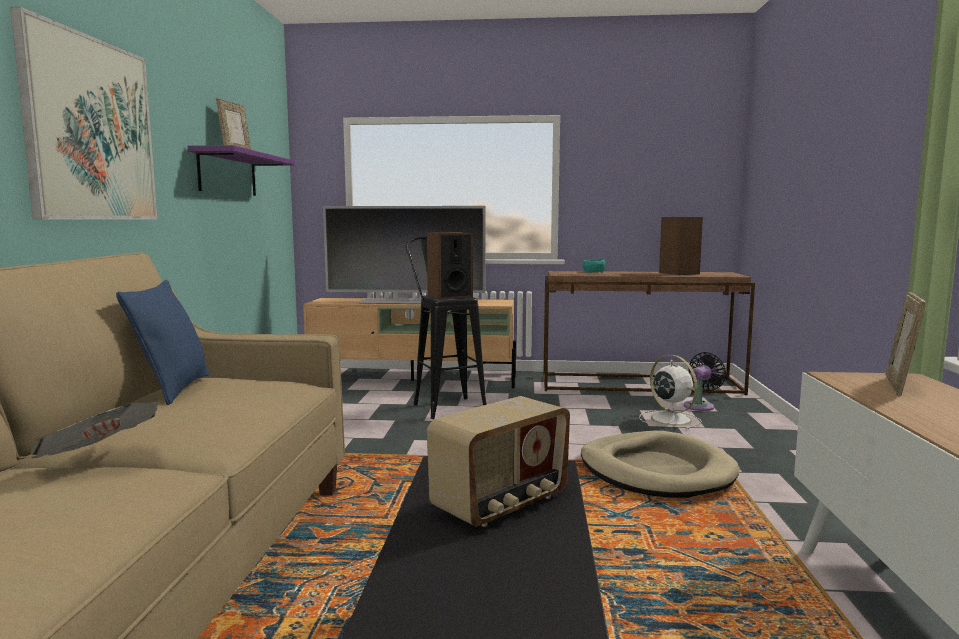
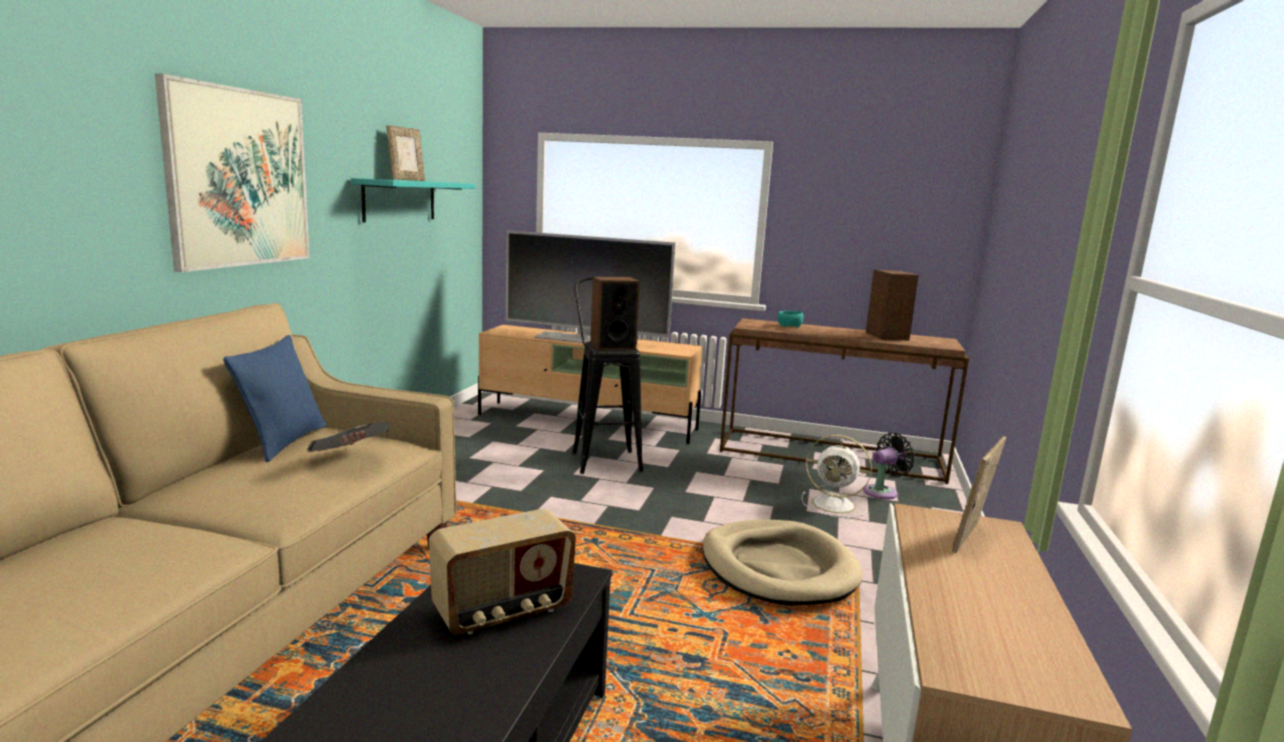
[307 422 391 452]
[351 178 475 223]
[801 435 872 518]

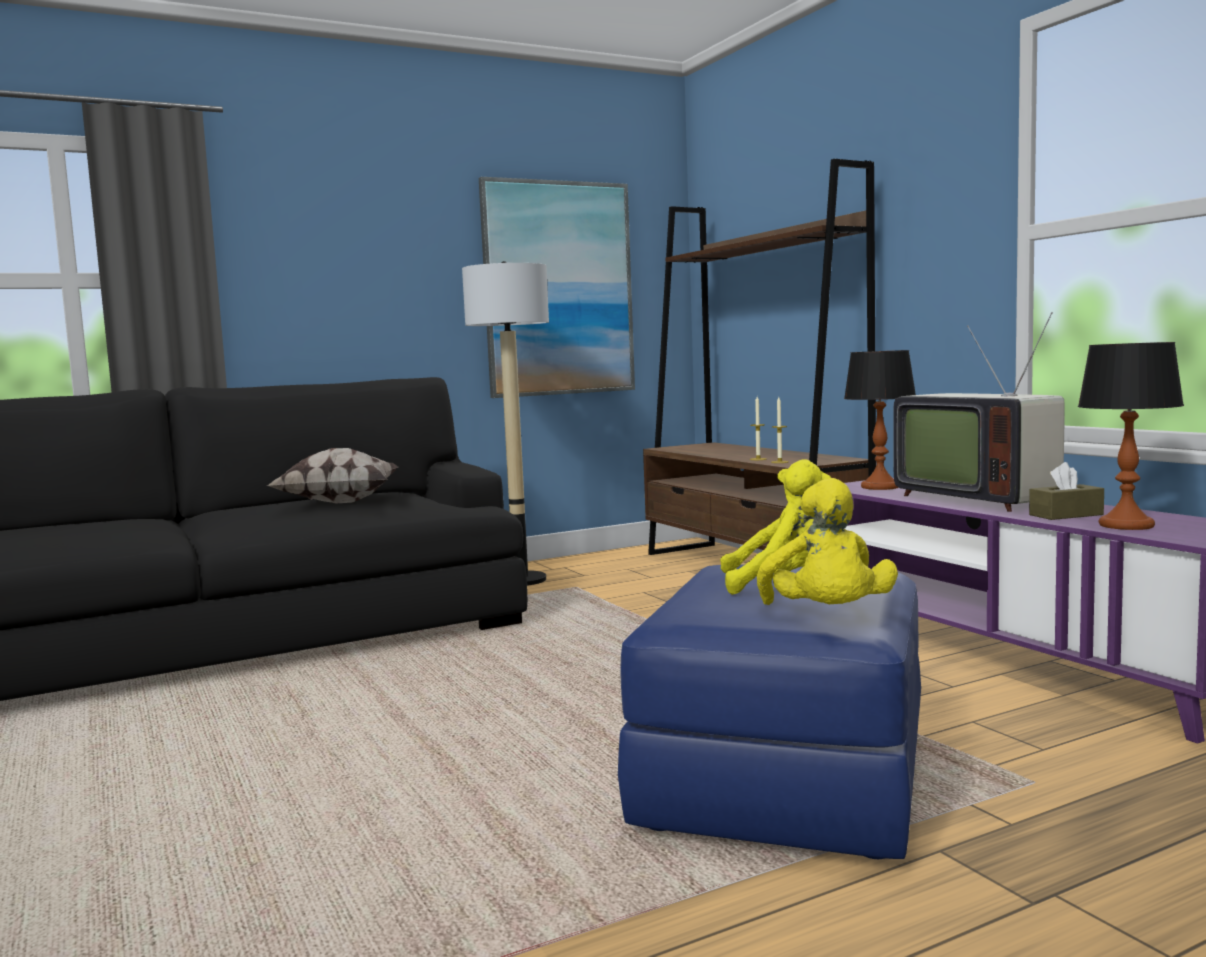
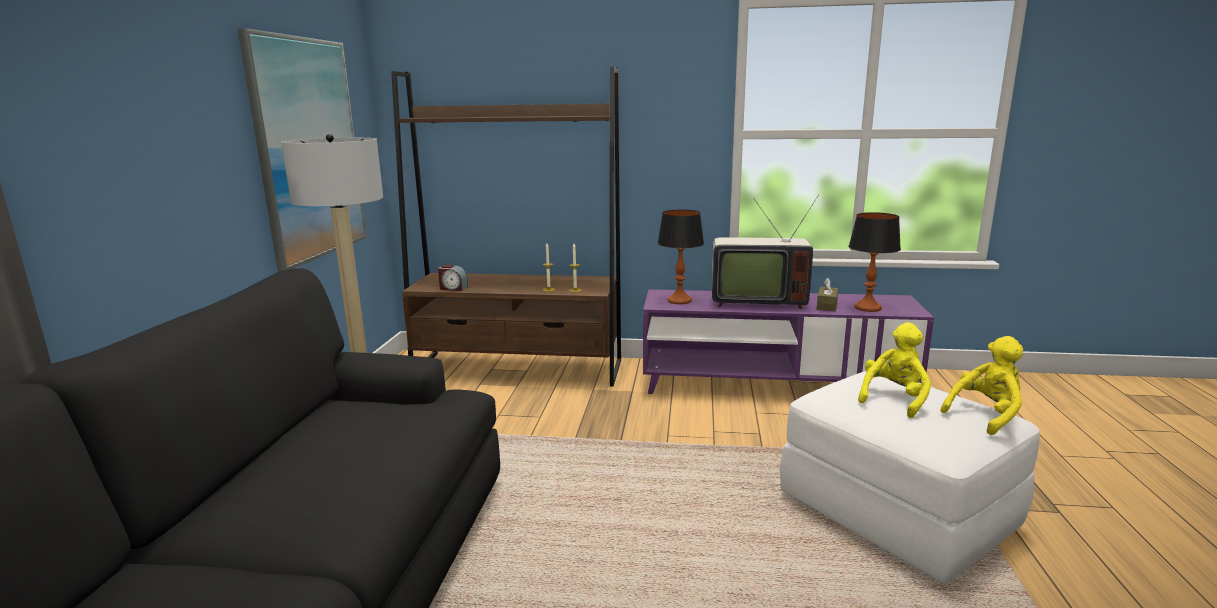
[267 448 398 503] (first image)
[438 265 468 291]
[780 371 1040 584]
[940 336 1023 435]

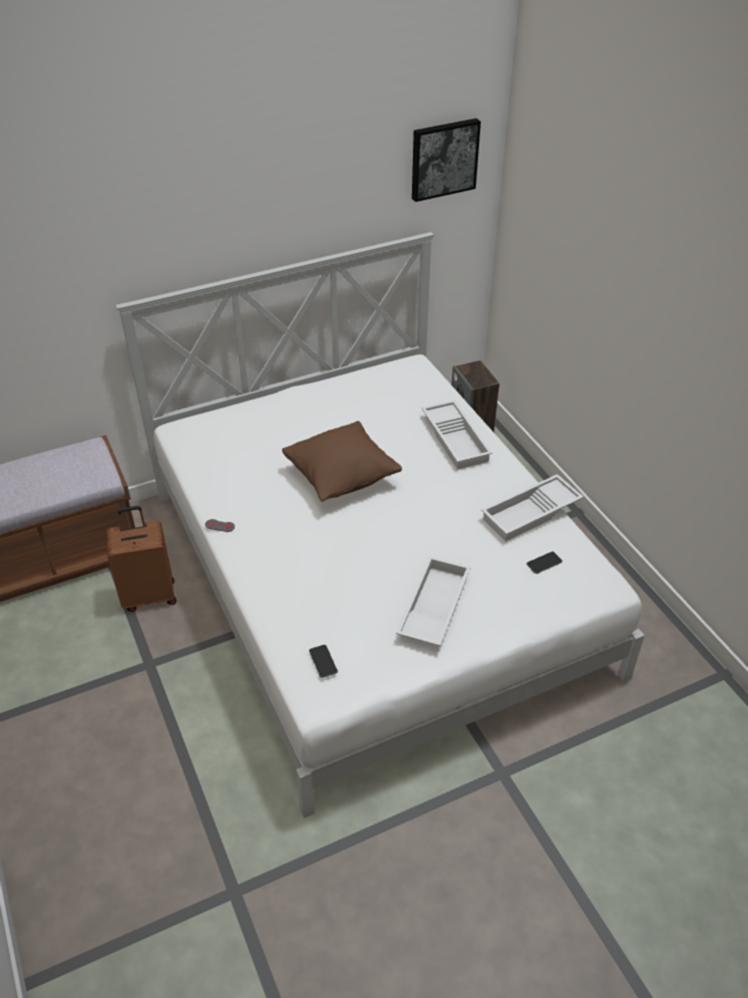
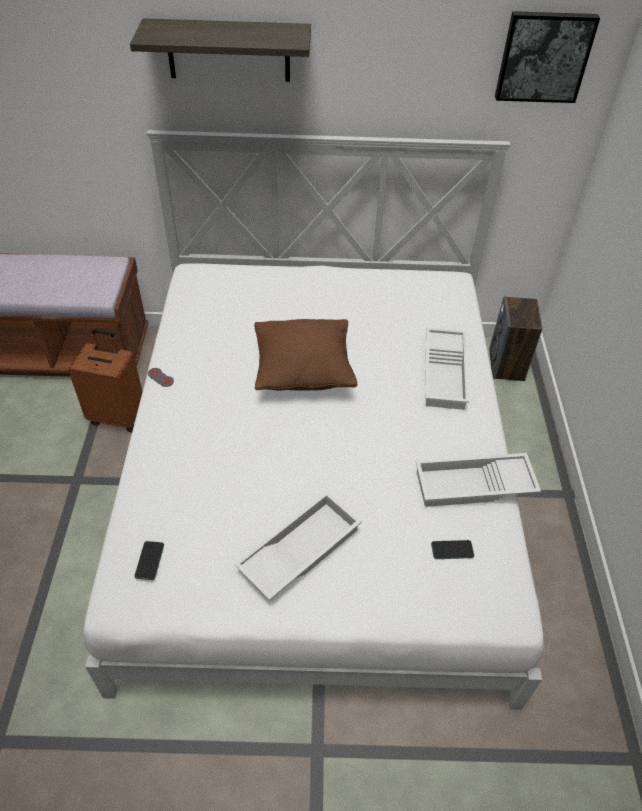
[130 18 311 82]

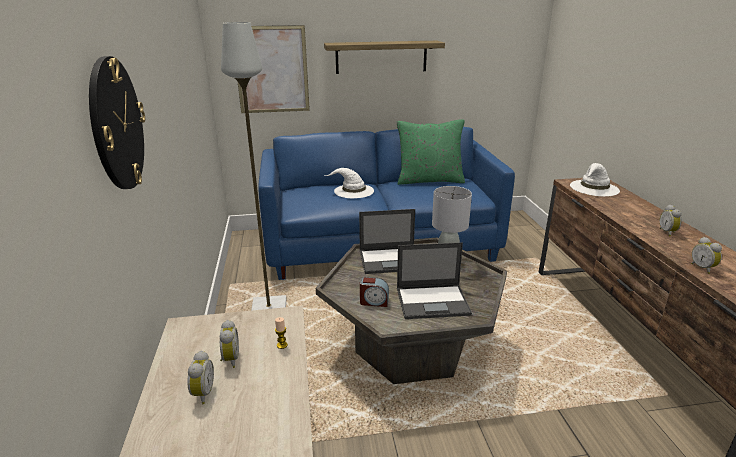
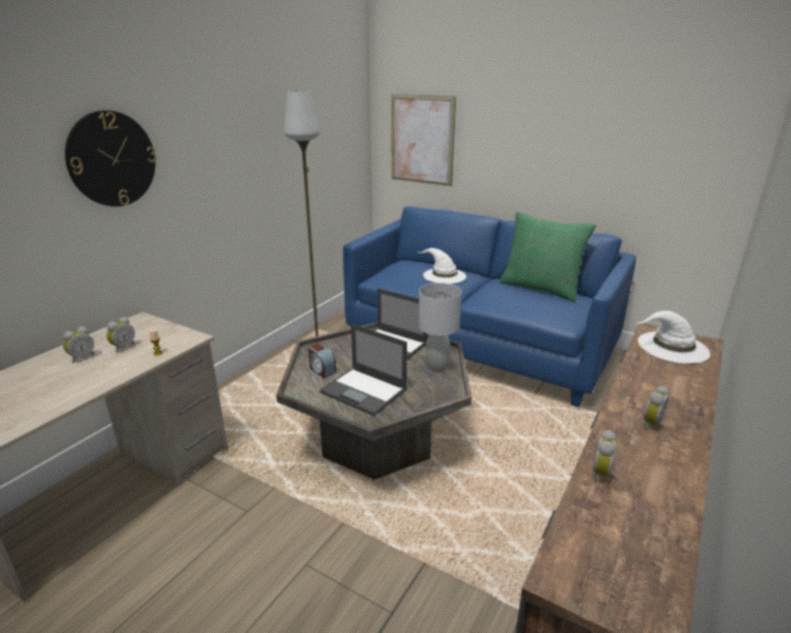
[324 41 445 74] (first image)

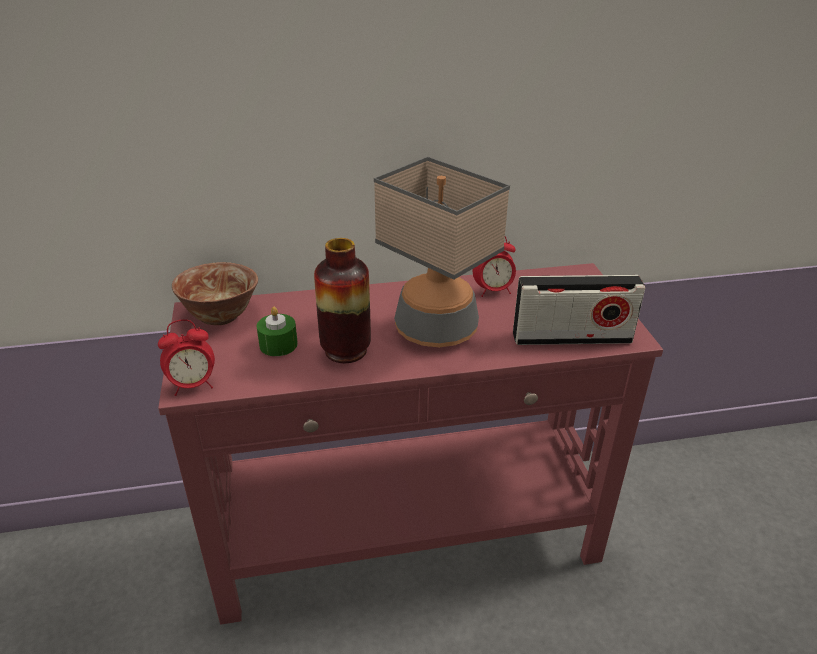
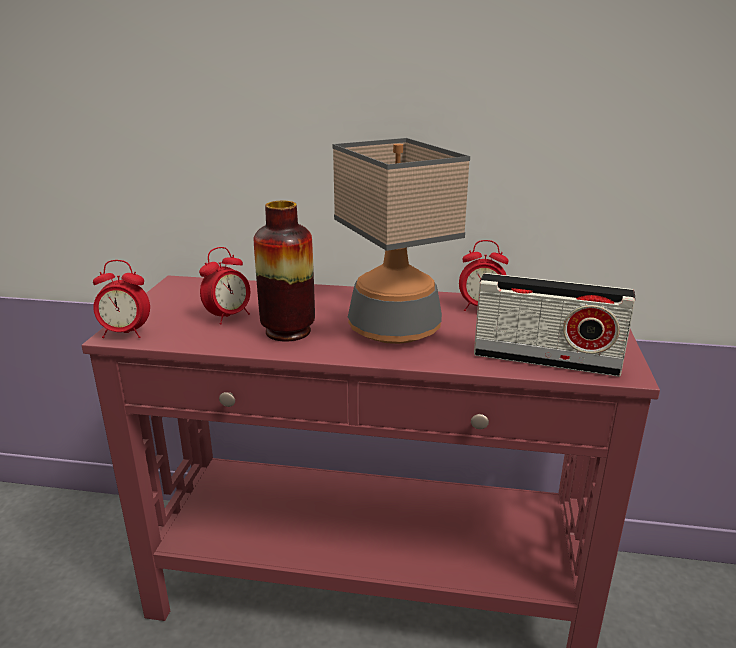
[172 262 258 325] (first image)
[199 247 250 324]

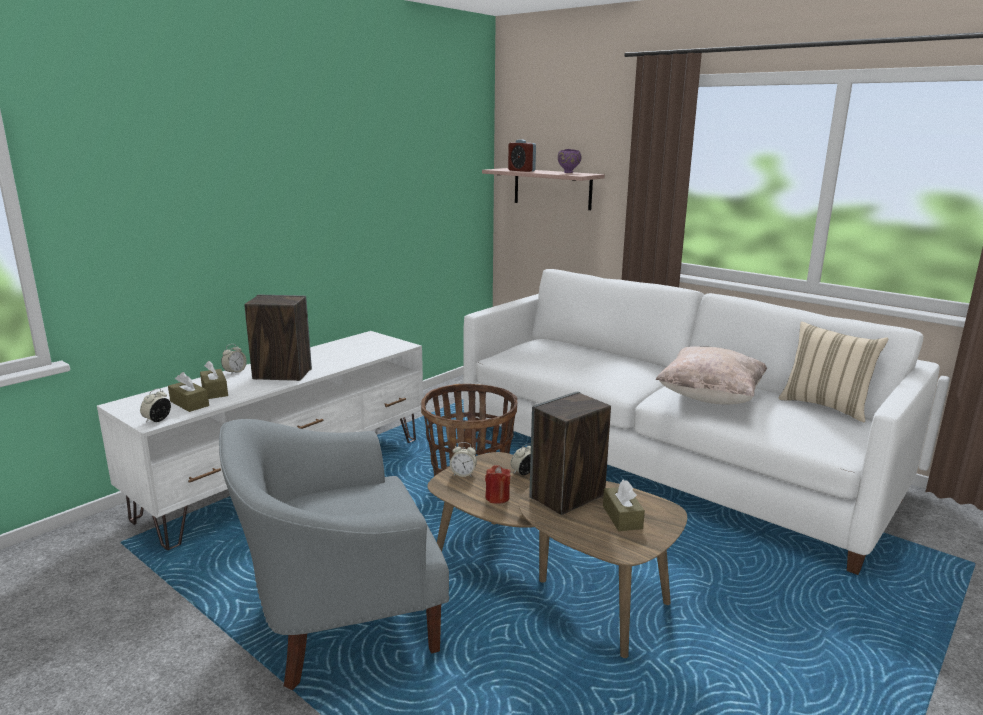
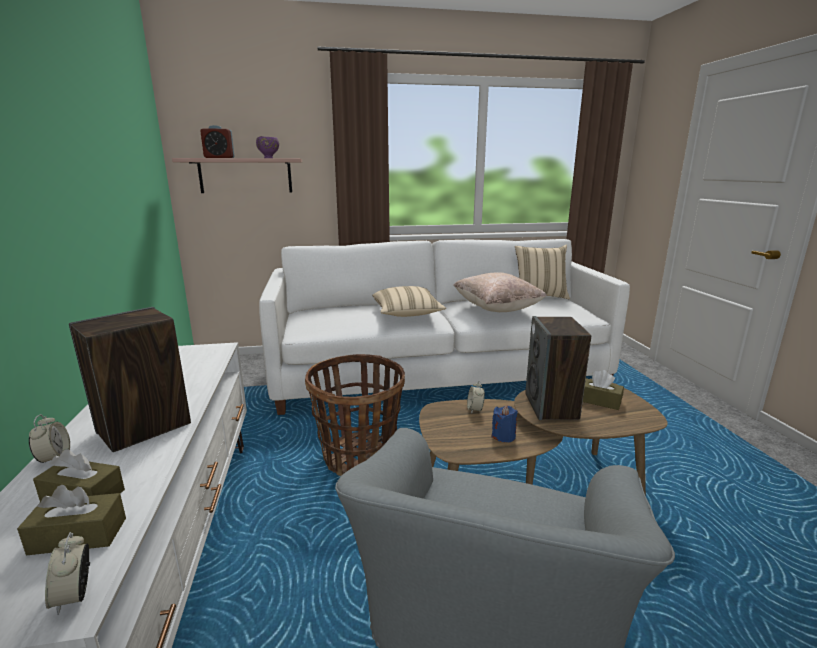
[450 442 477 477] (first image)
[372 286 446 317]
[492 405 518 443]

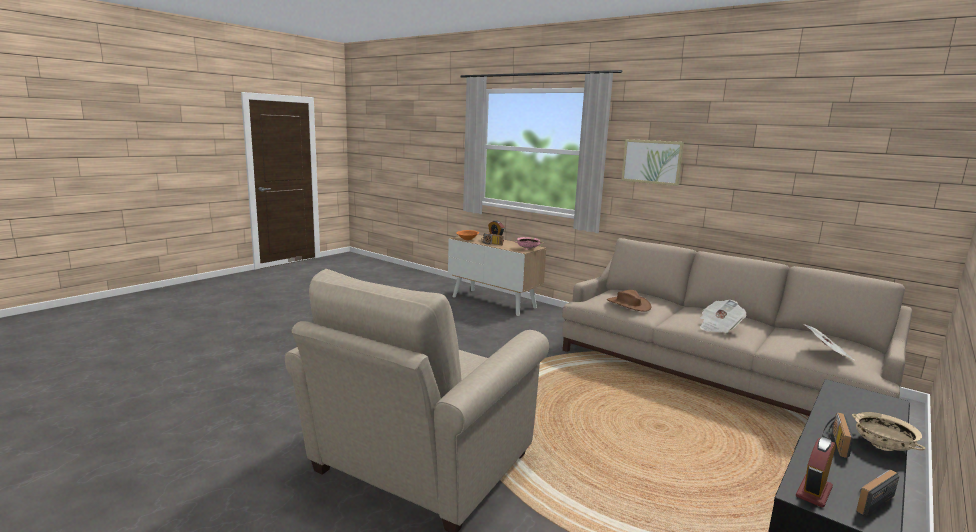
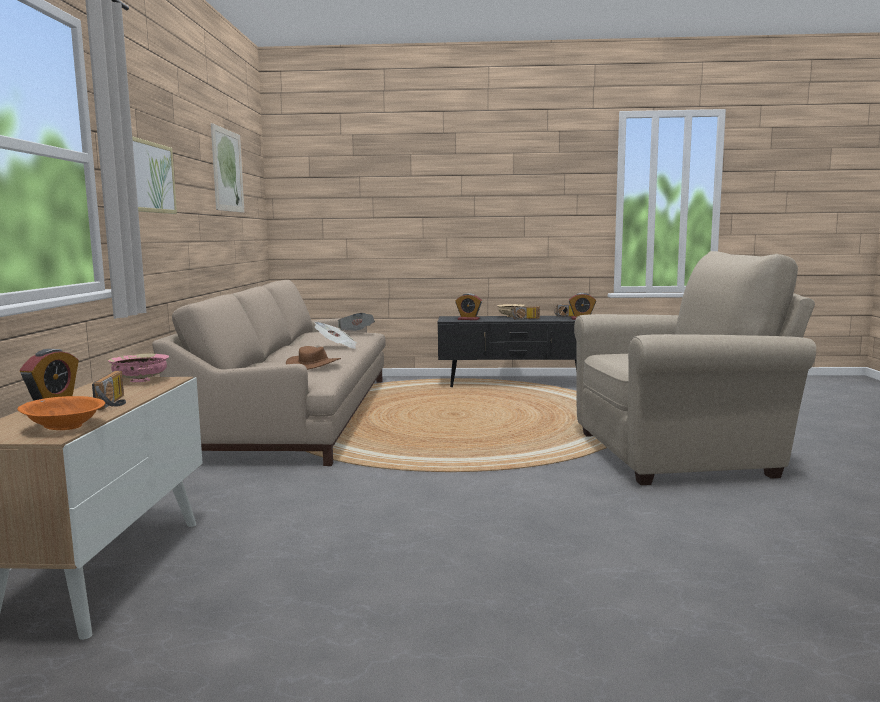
[211 123 244 213]
[455 293 482 320]

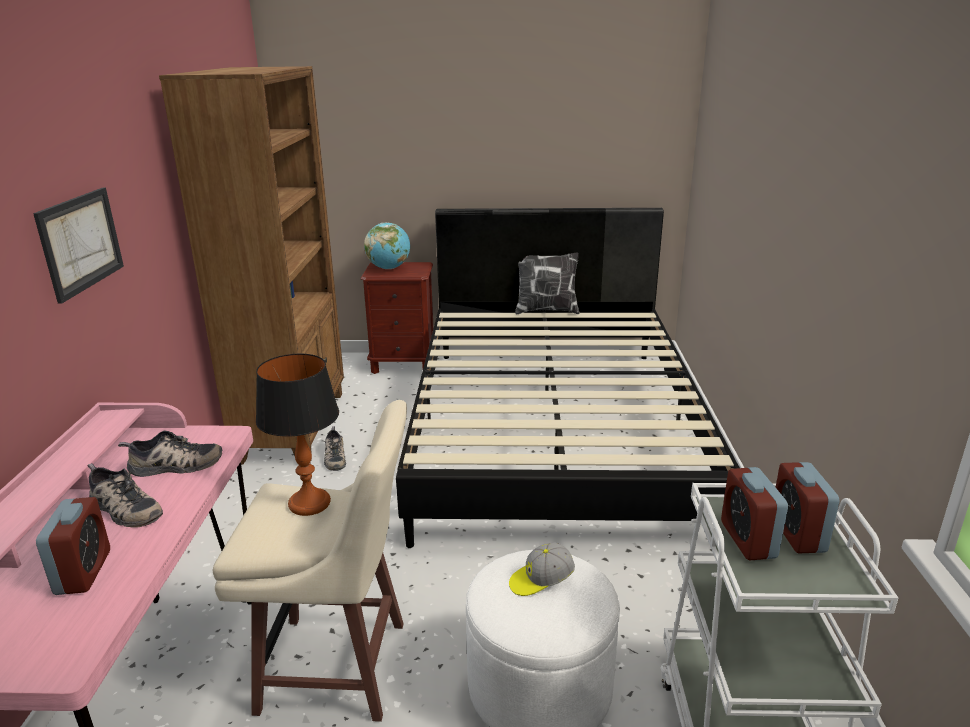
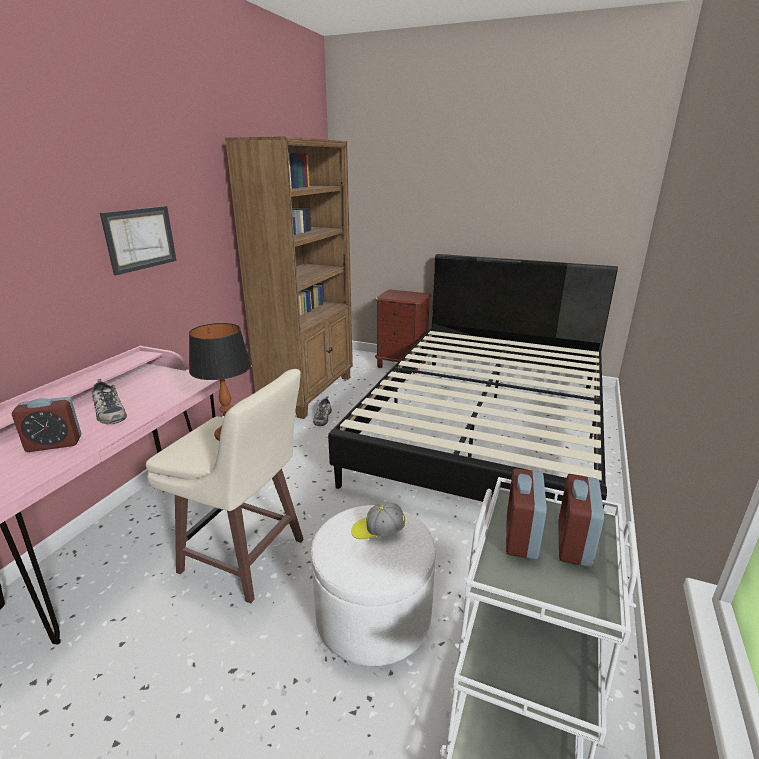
[118 430 222 477] (first image)
[364 223 410 269] (first image)
[515 252 580 314] (first image)
[12 397 81 452]

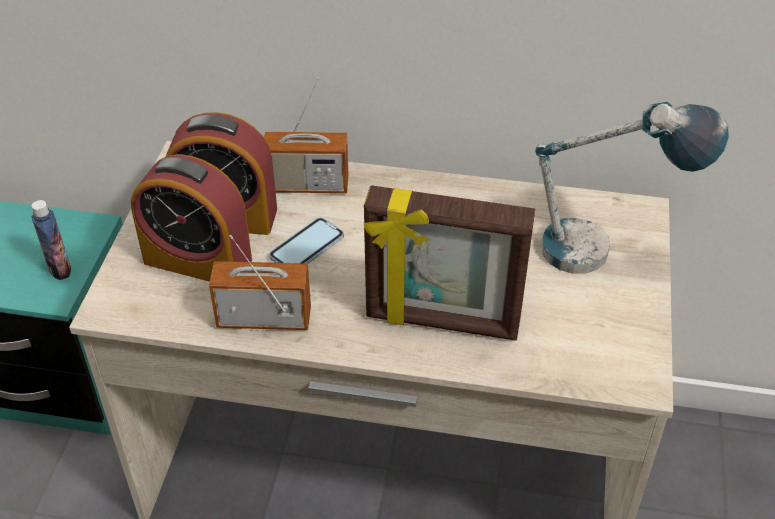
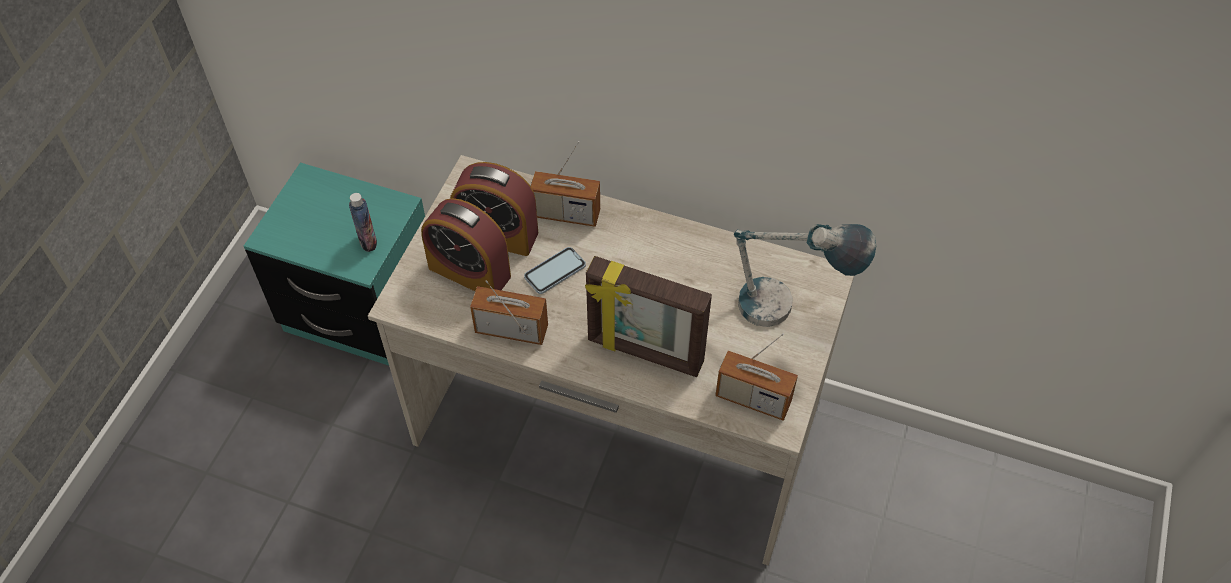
[715 333 798 421]

